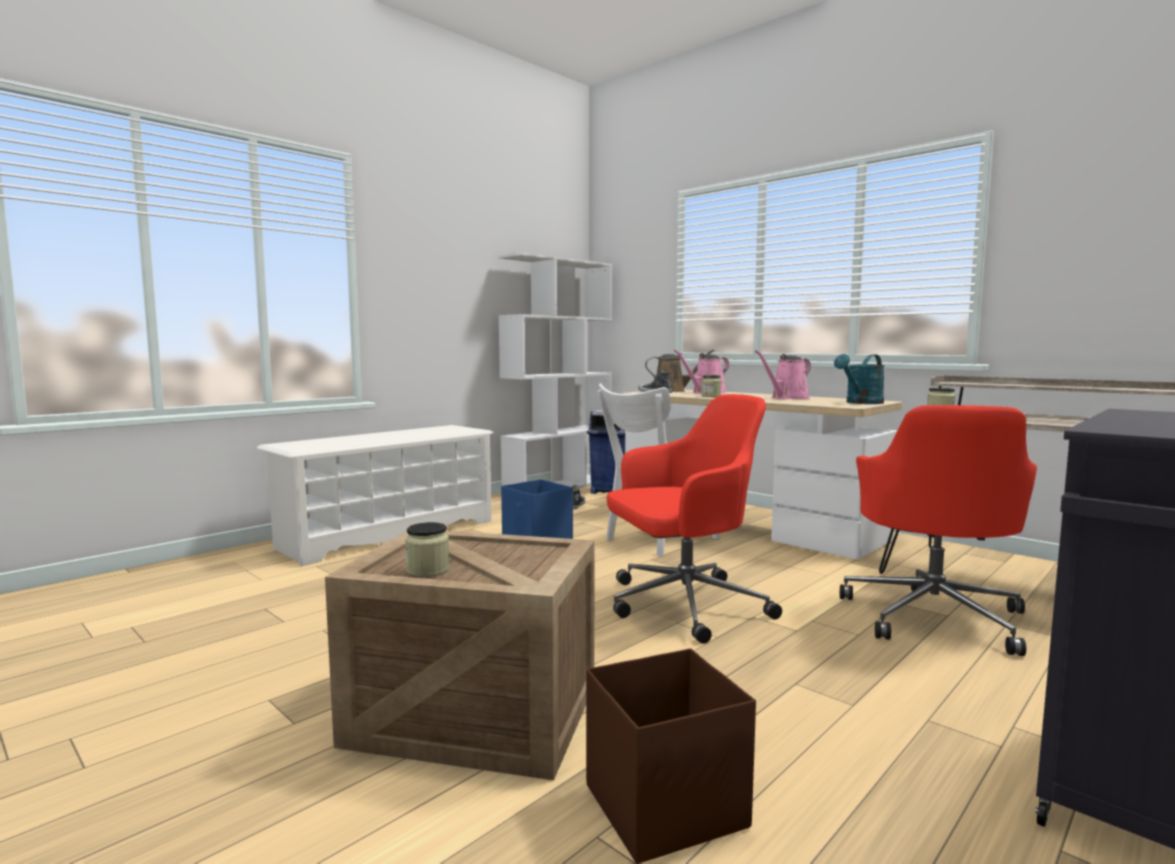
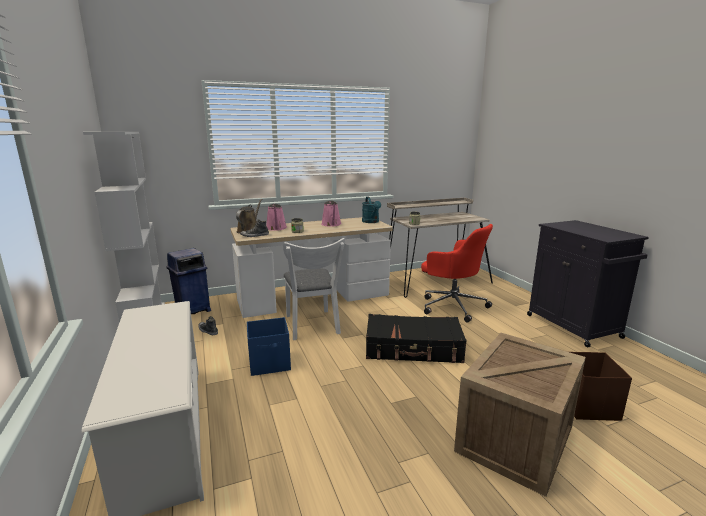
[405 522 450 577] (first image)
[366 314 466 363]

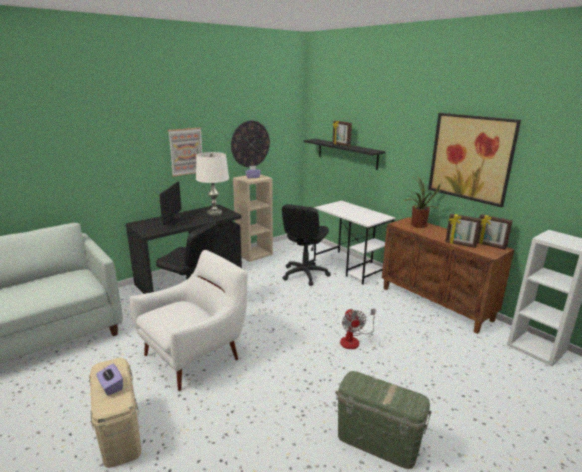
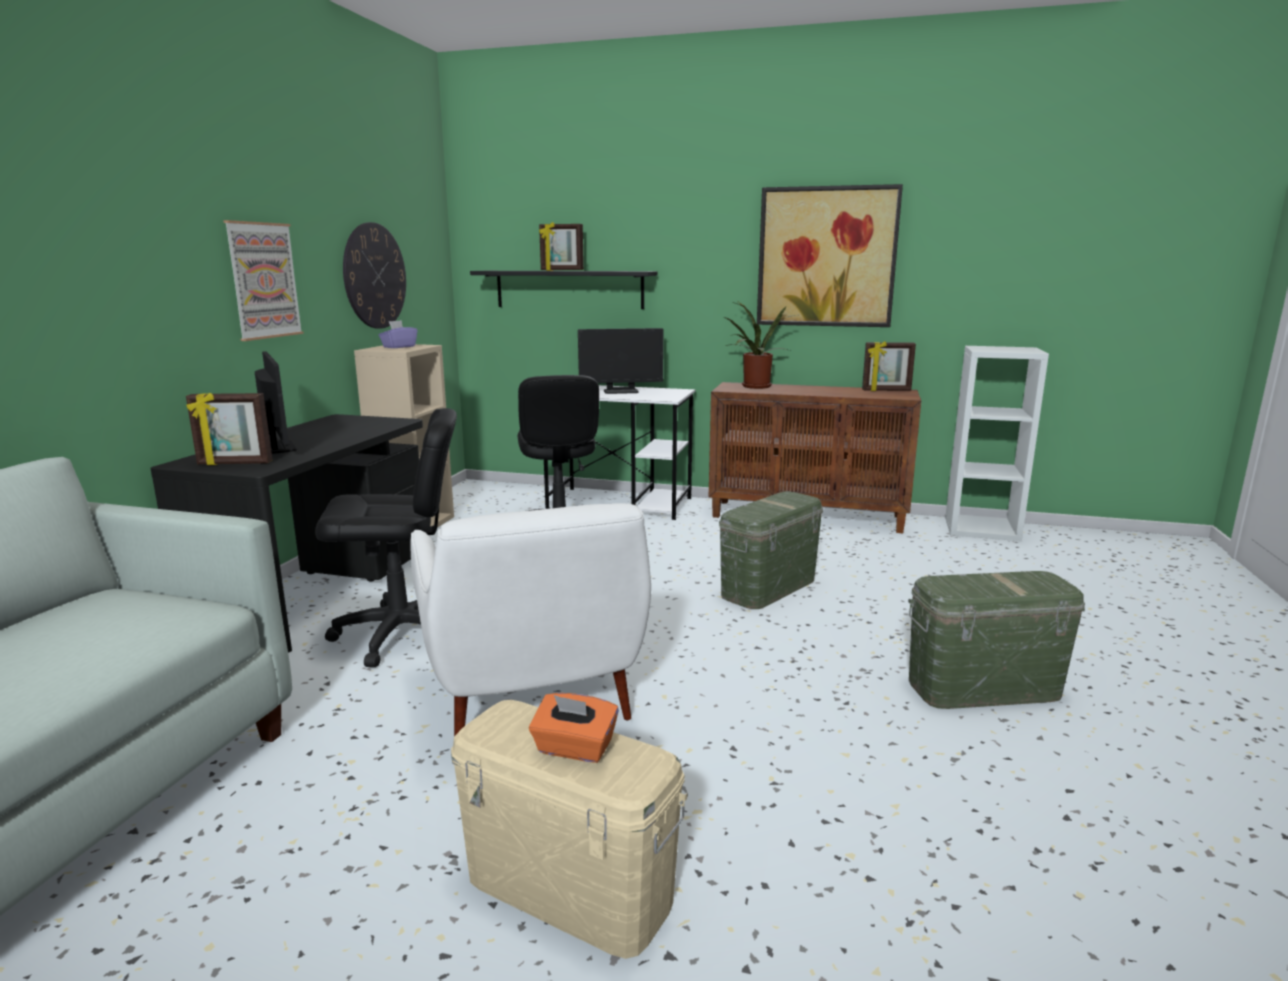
[196 152 229 216] (first image)
[578 328 664 394]
[186 393 272 465]
[719 491 823 609]
[529 693 619 763]
[410 503 651 736]

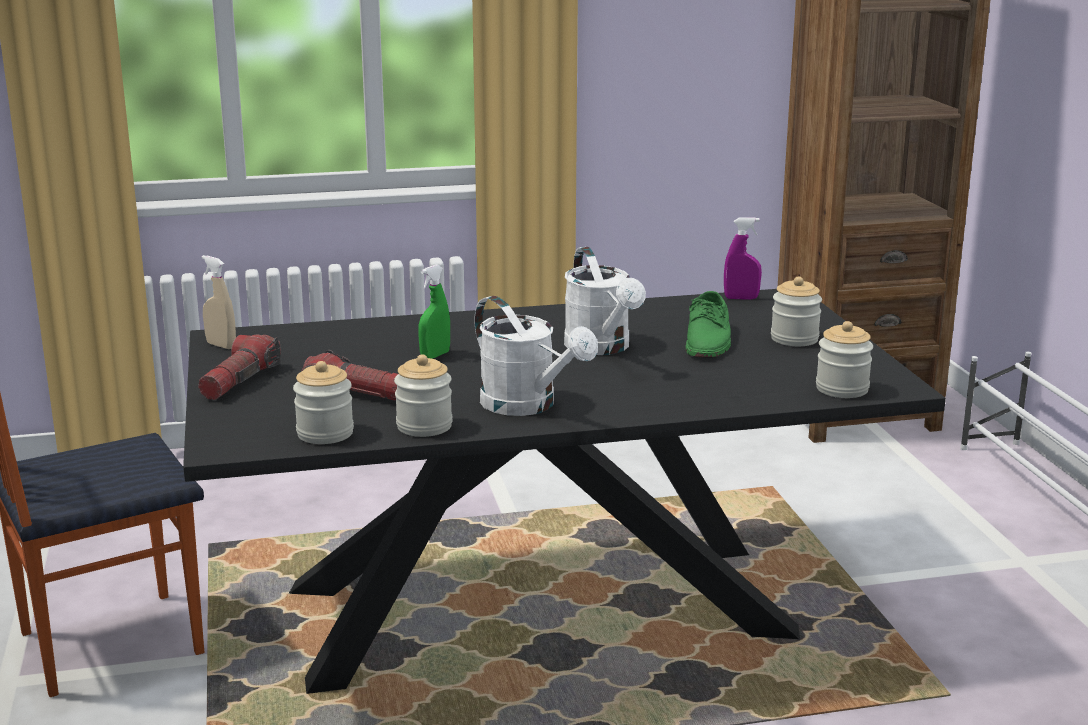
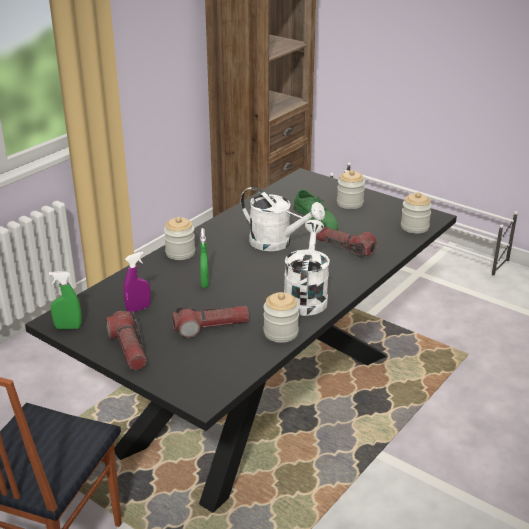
[316 227 377 258]
[164 217 195 260]
[123 252 150 312]
[49 271 82 329]
[284 220 330 316]

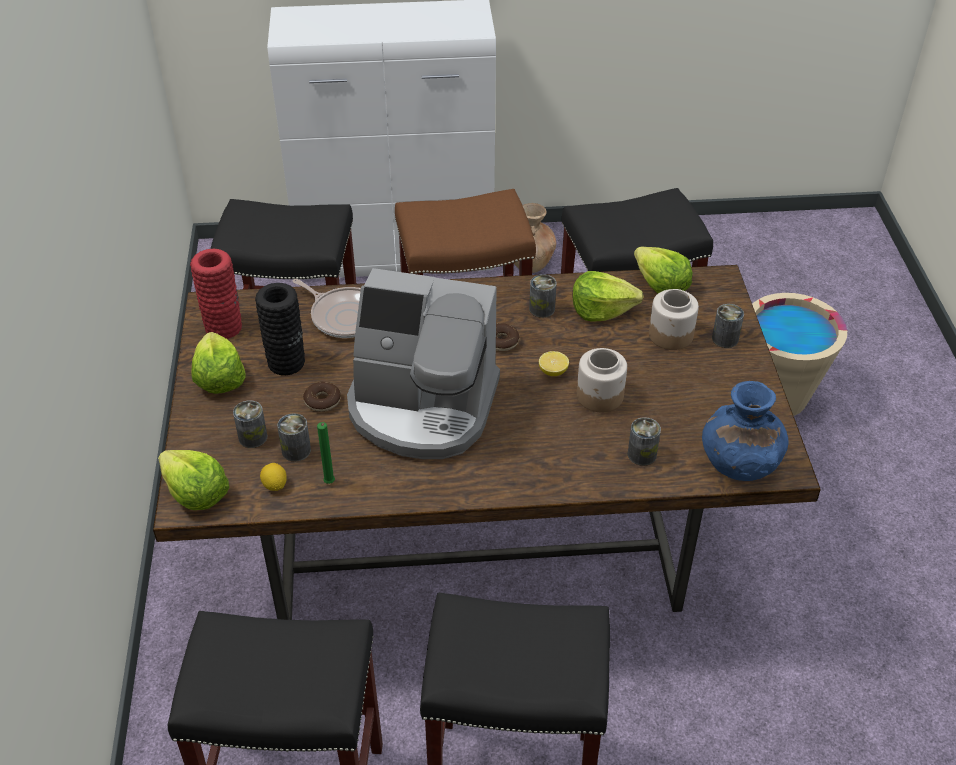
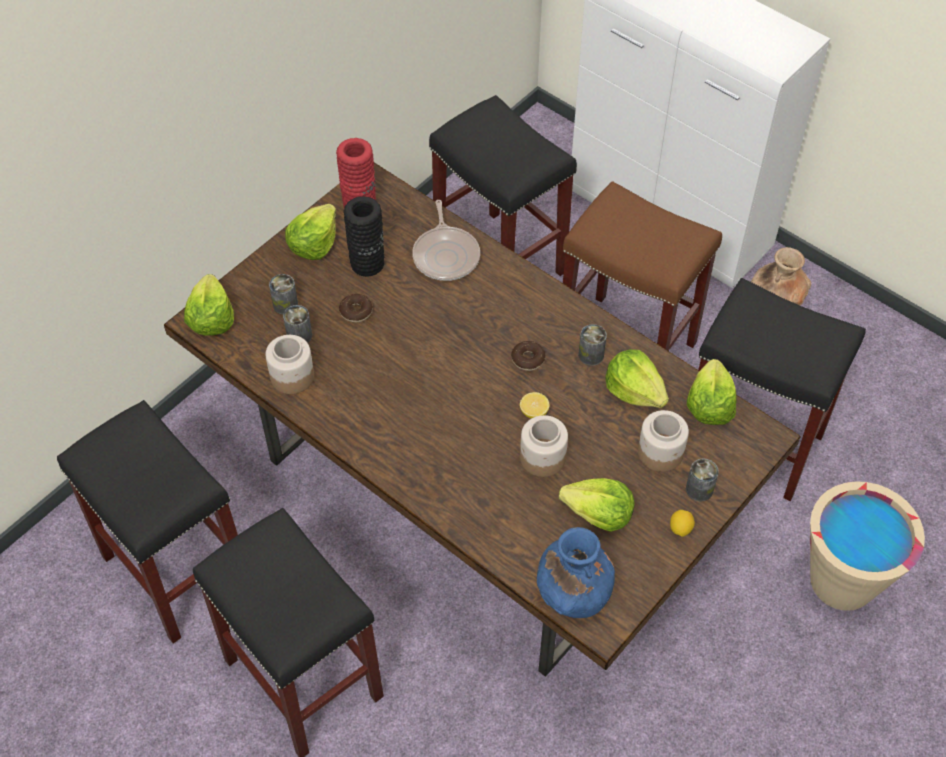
[347 268 500 459] (first image)
[628 417 661 466] (first image)
[559 478 635 532]
[670 510 695 537]
[265 335 314 394]

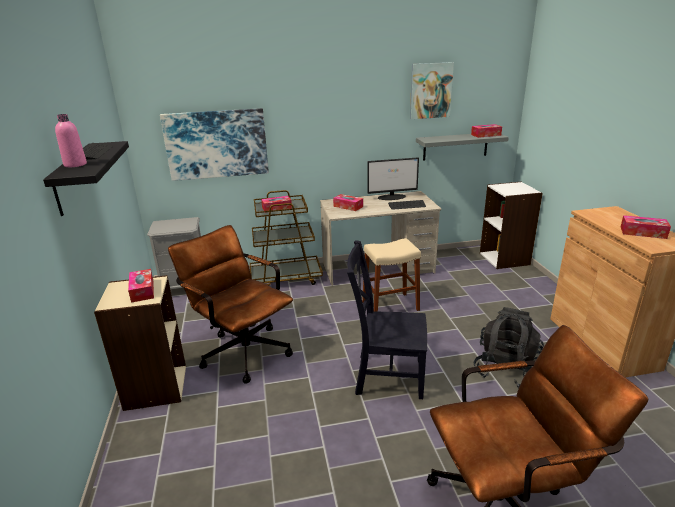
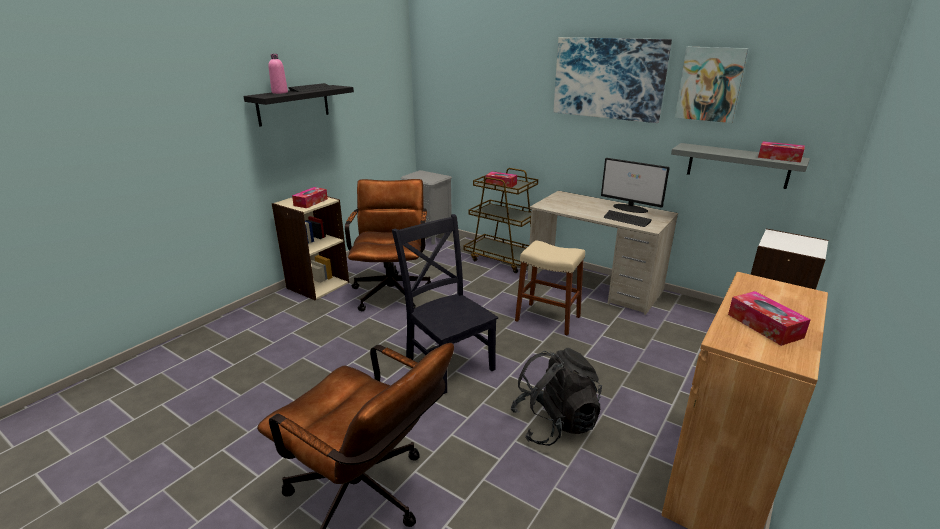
[333 194 363 211] (first image)
[553 37 672 123]

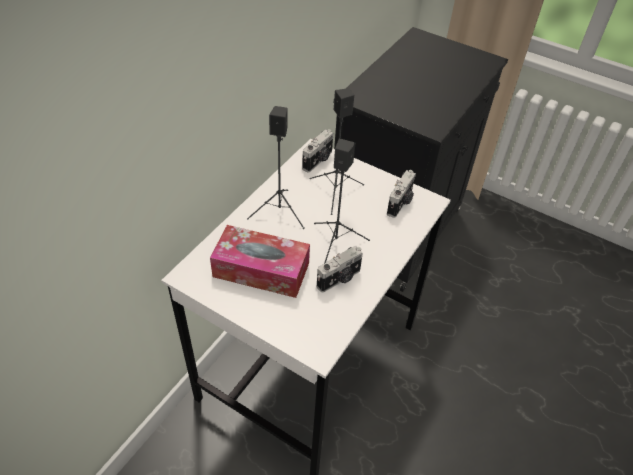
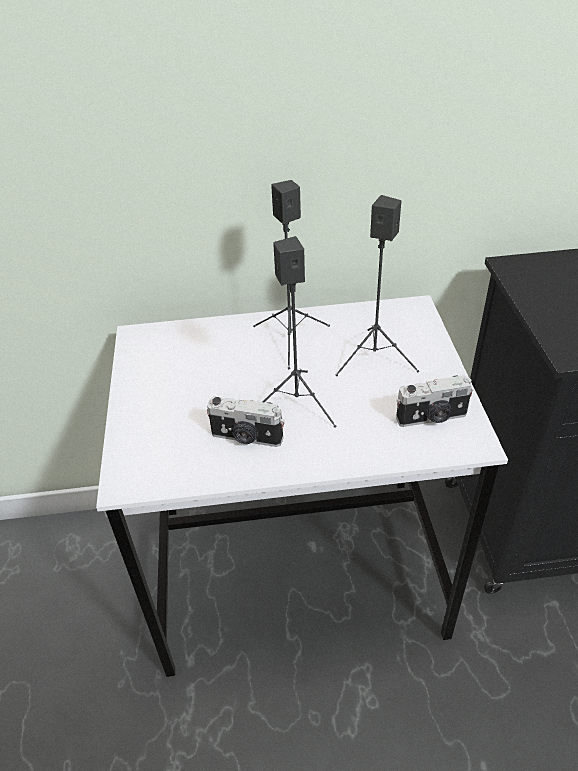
[210 225 310 298] (first image)
[302 129 333 172] (first image)

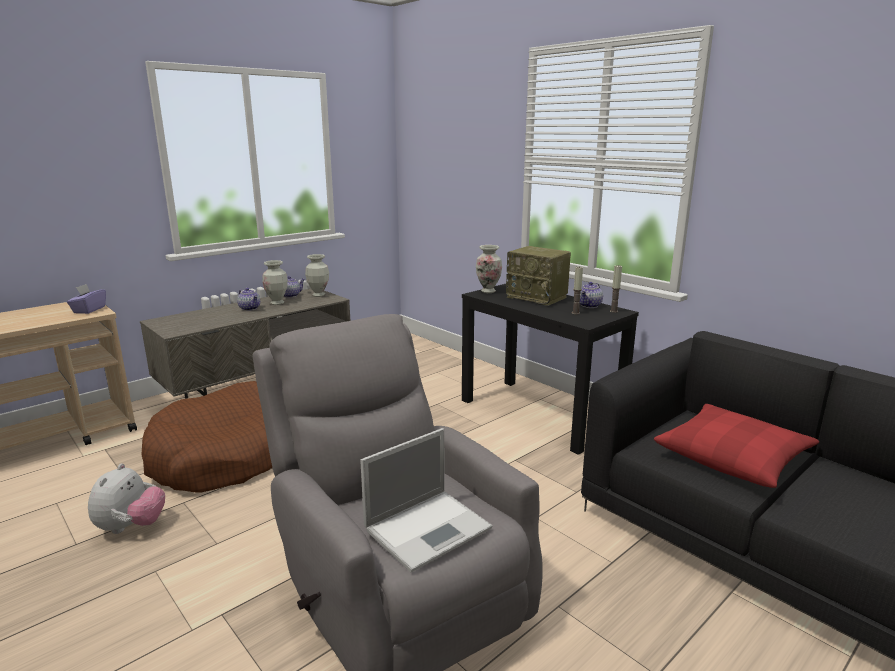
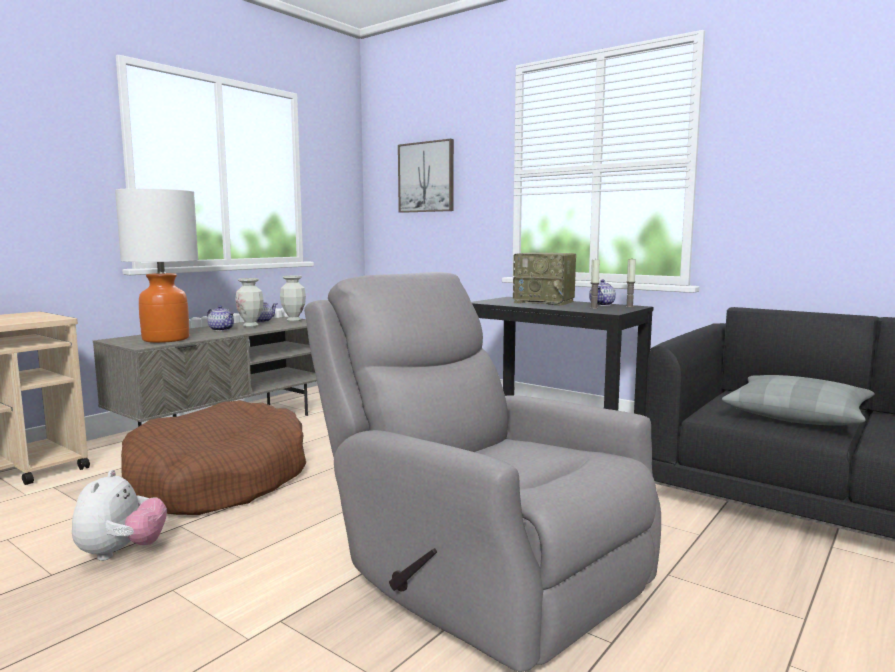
[67 284 106 314] (first image)
[360 428 492 573] (first image)
[476 245 502 293] (first image)
[115 188 198 343]
[398 139 454 213]
[722 375 875 426]

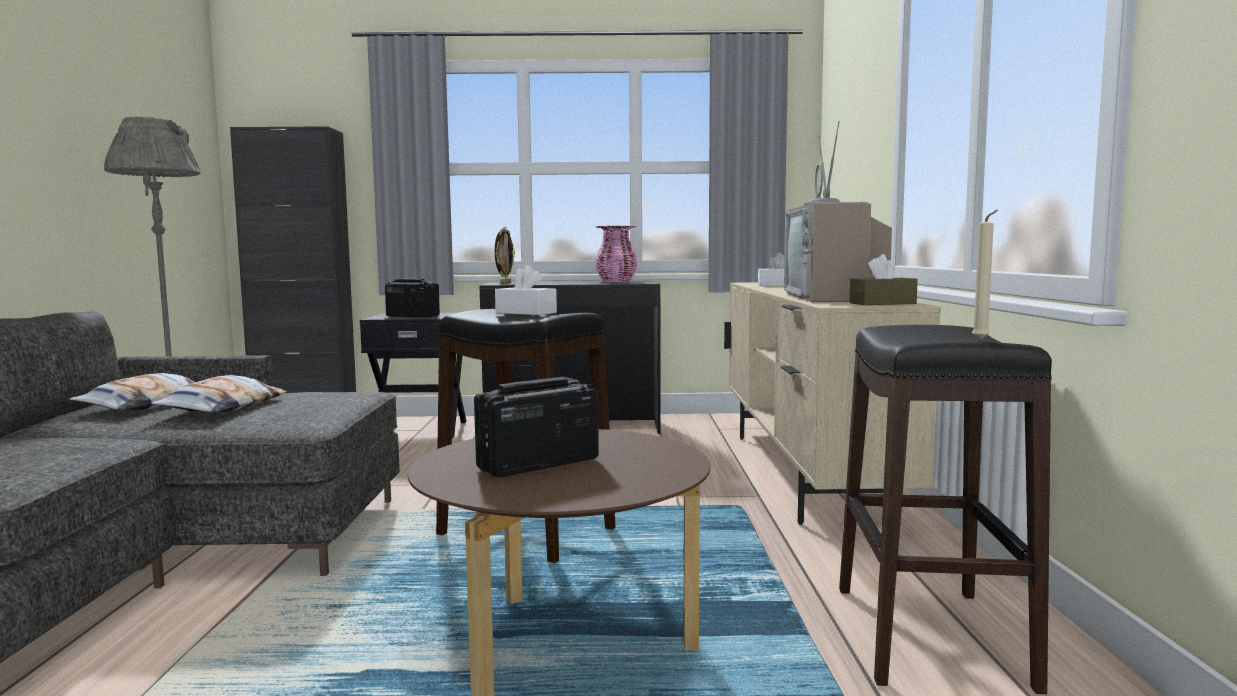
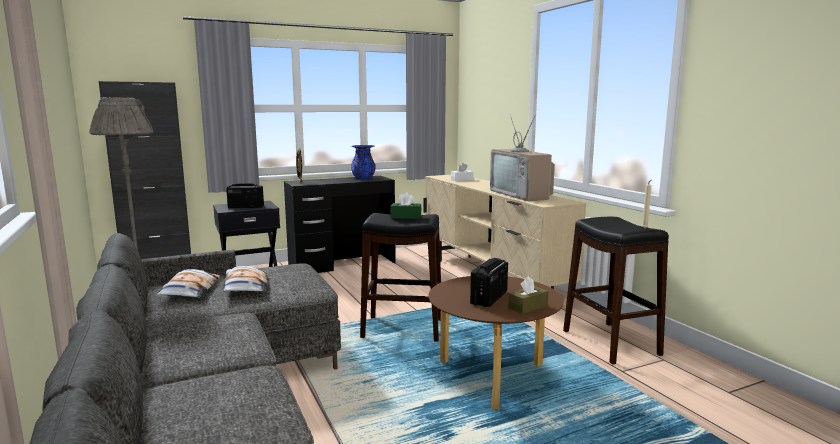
[508 276 548 314]
[390 192 421 219]
[351 145 376 179]

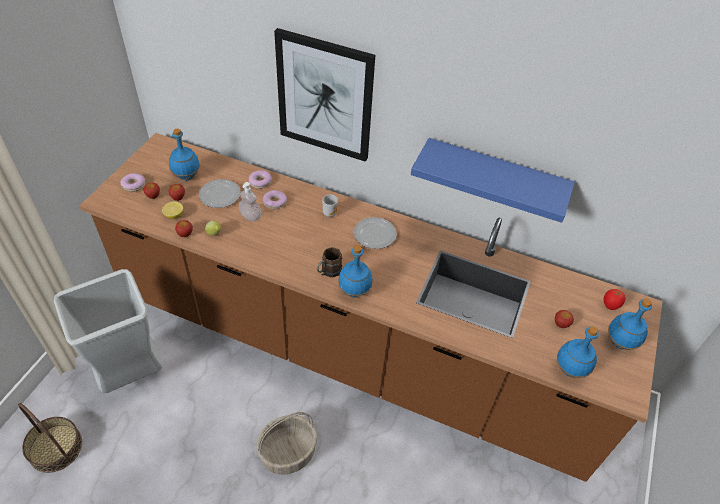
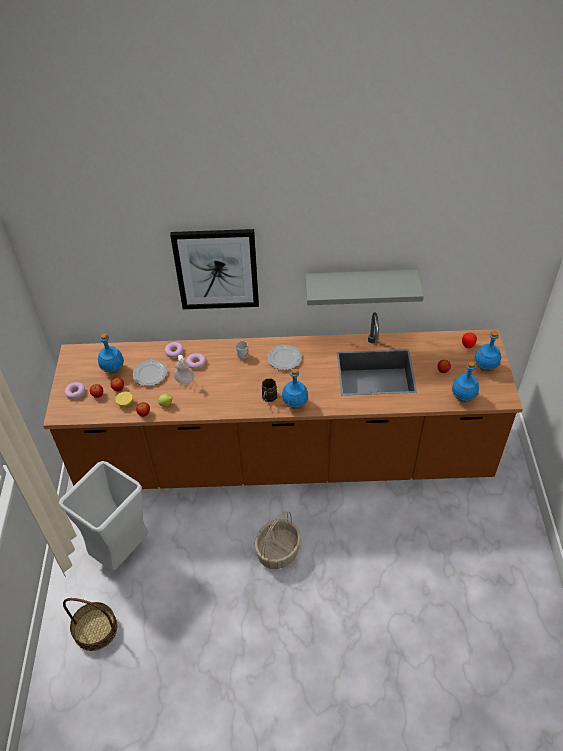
[305 270 424 305]

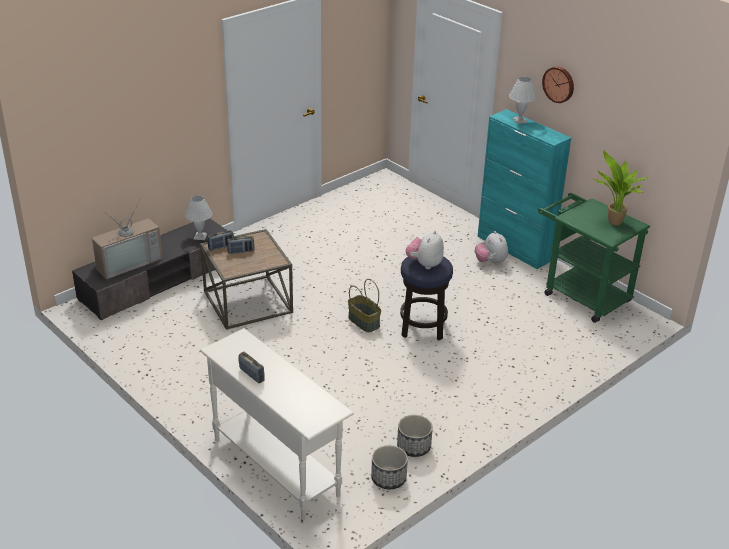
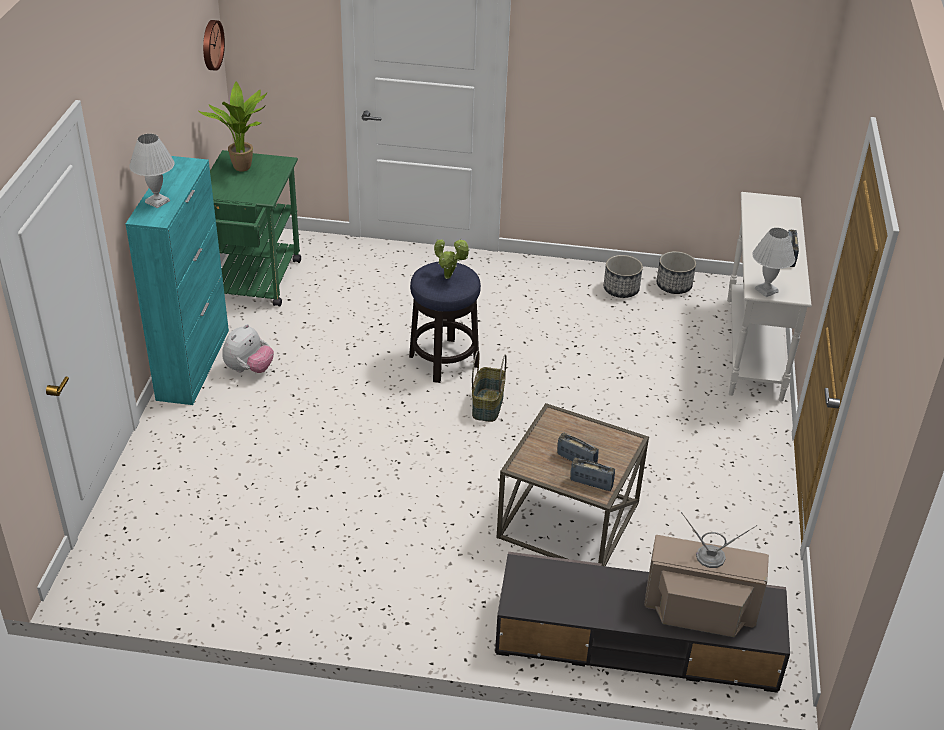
[752 228 795 297]
[203 20 225 71]
[434 238 470 279]

